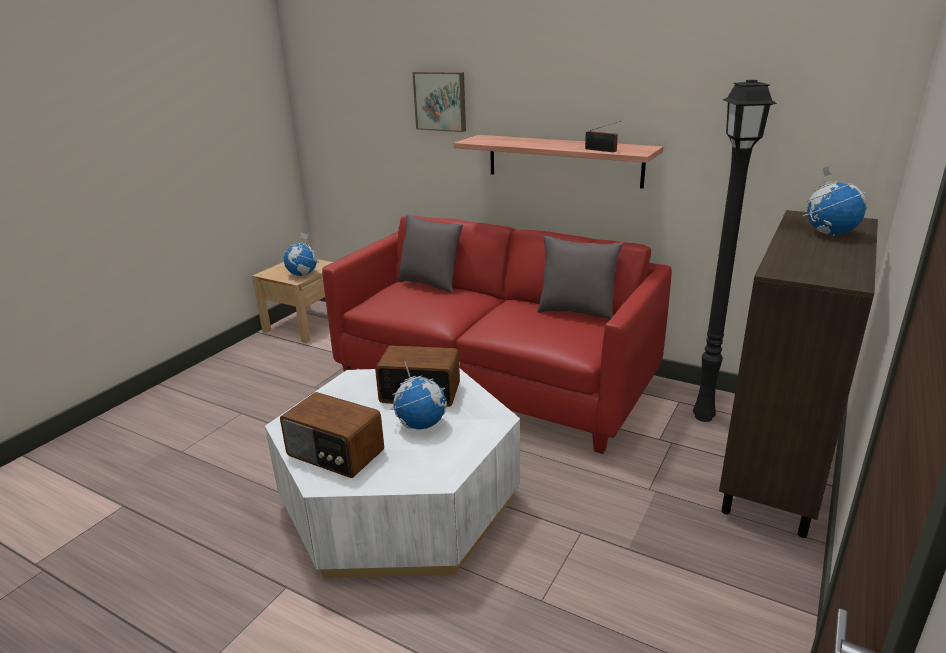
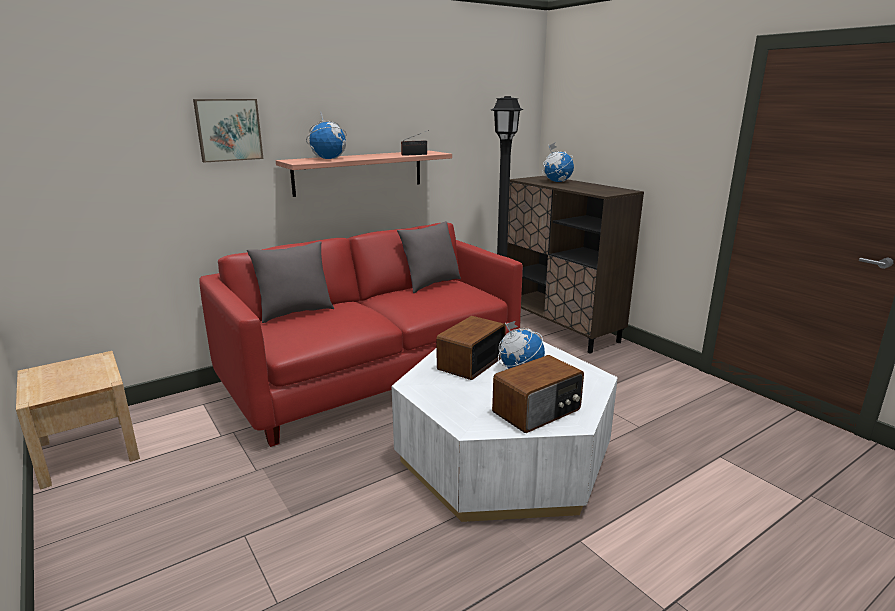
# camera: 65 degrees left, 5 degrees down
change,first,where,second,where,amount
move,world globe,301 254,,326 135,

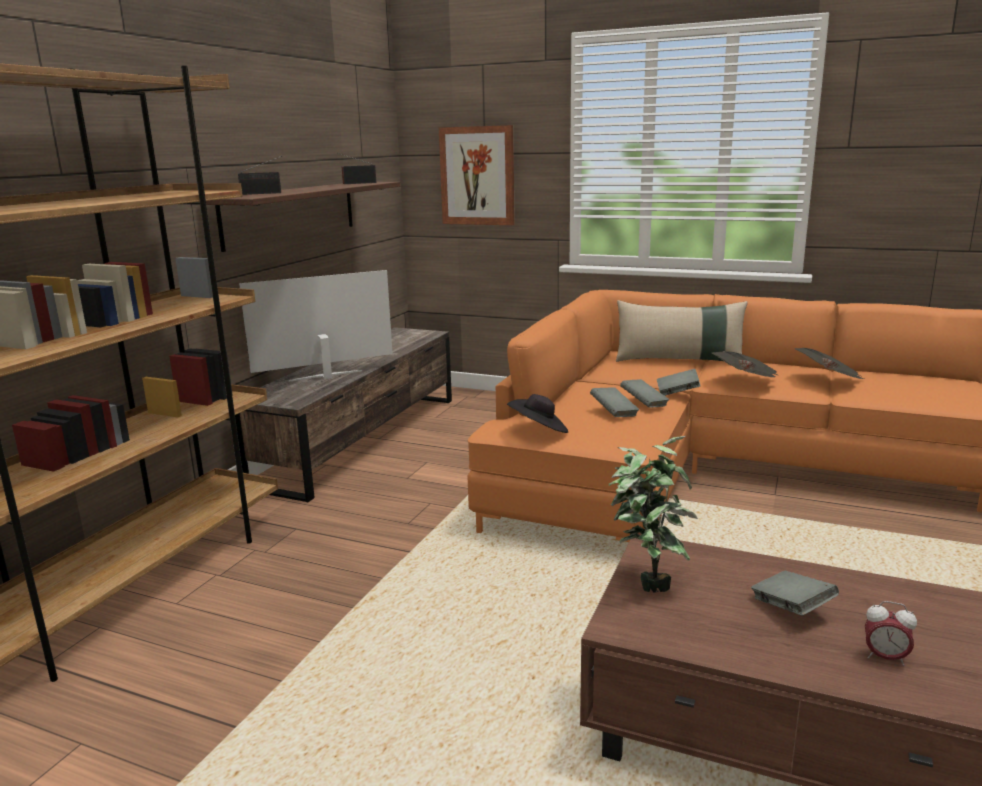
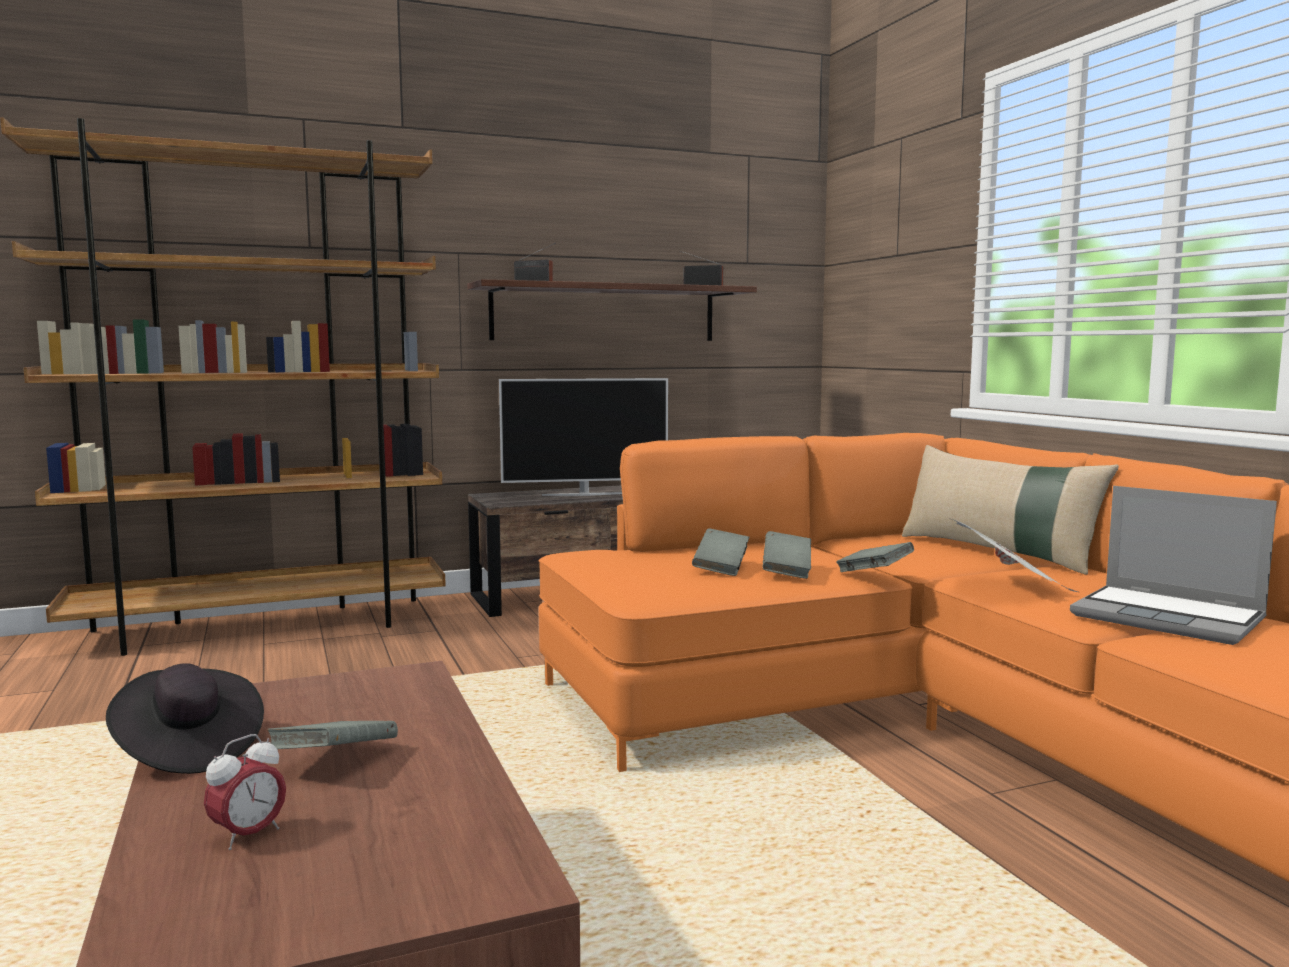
# camera: 45 degrees right, 10 degrees down
change,first,where,second,where,amount
delete,wall picture,477 175,,,
rotate,television,316 326,,583 437,150 degrees clockwise
replace,printed paper,829 363,notebook computer,1173 565,
move,black-coloured hat,537 413,,185 718,
delete,potted plant,653 514,,,
rotate,table clock,891 633,,245 792,120 degrees counterclockwise

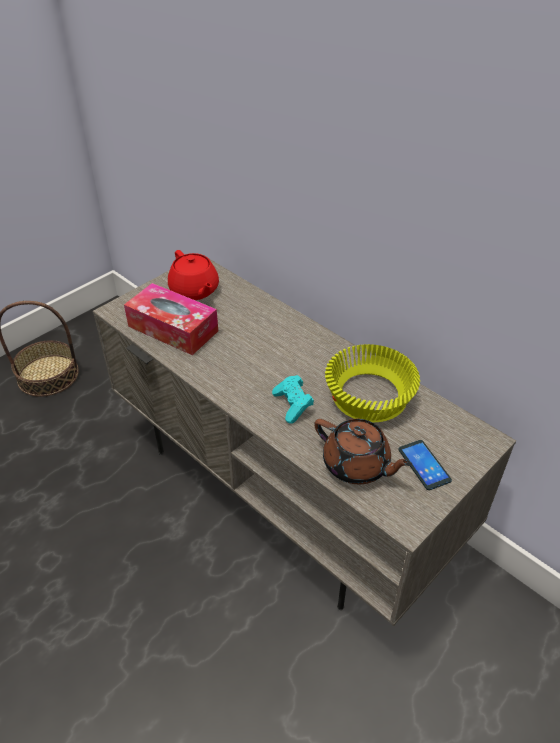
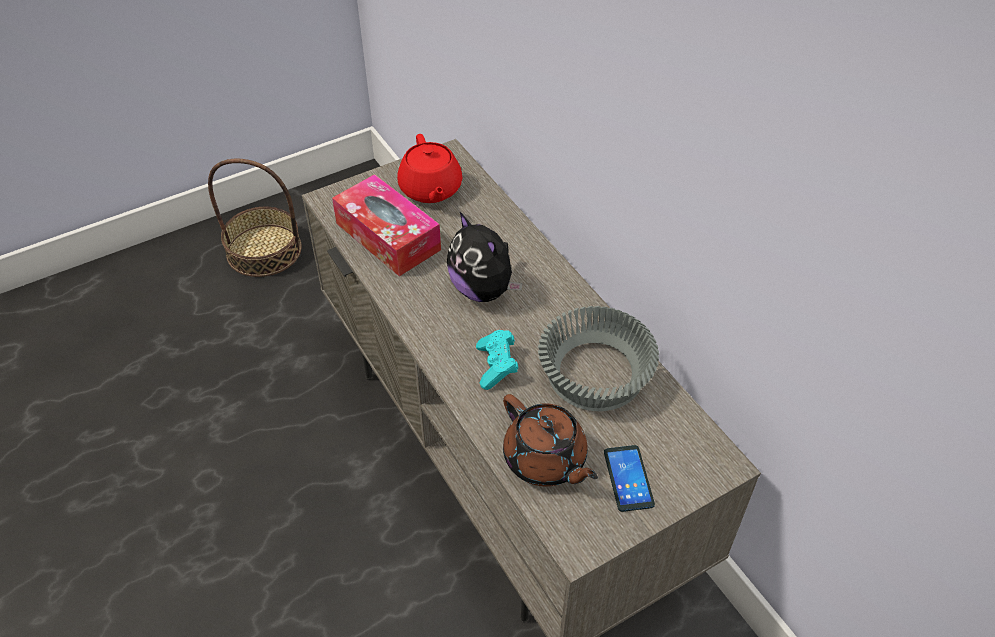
# camera: 15 degrees right, 5 degrees up
change,first,where,second,where,amount
recolor,yellowish serving bowl,372 383,grey serving bowl,598 358,
insert,,,plush toy,485 257,

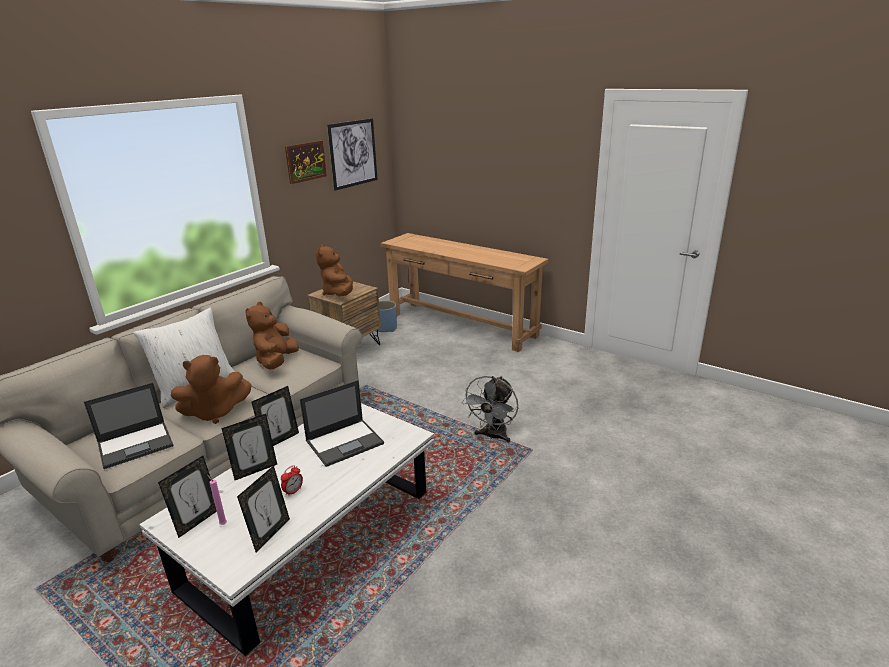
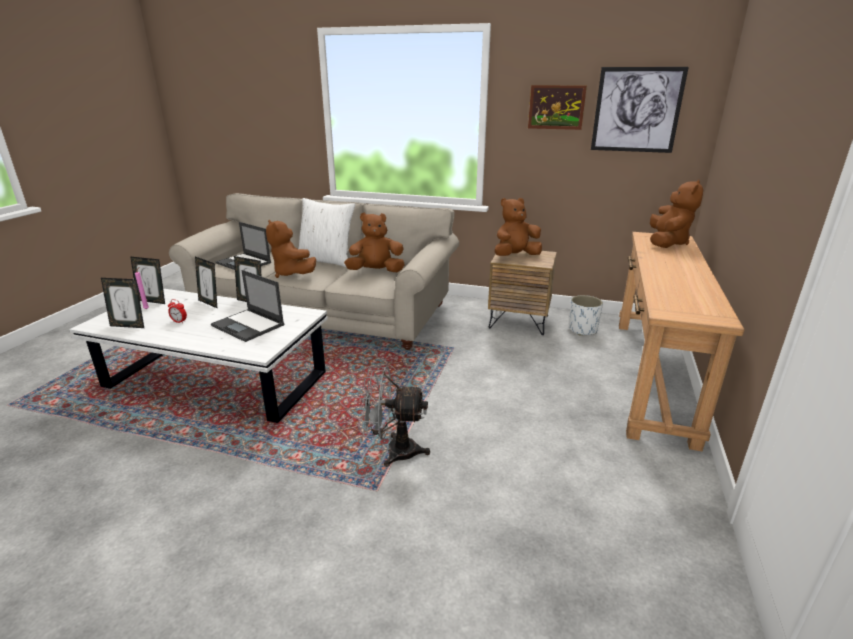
# camera: 70 degrees right, 0 degrees up
change,first,where,second,where,amount
recolor,bluish plant pot,386 316,white plant pot,586 315,
insert,,,brownish plush toy,676 214,

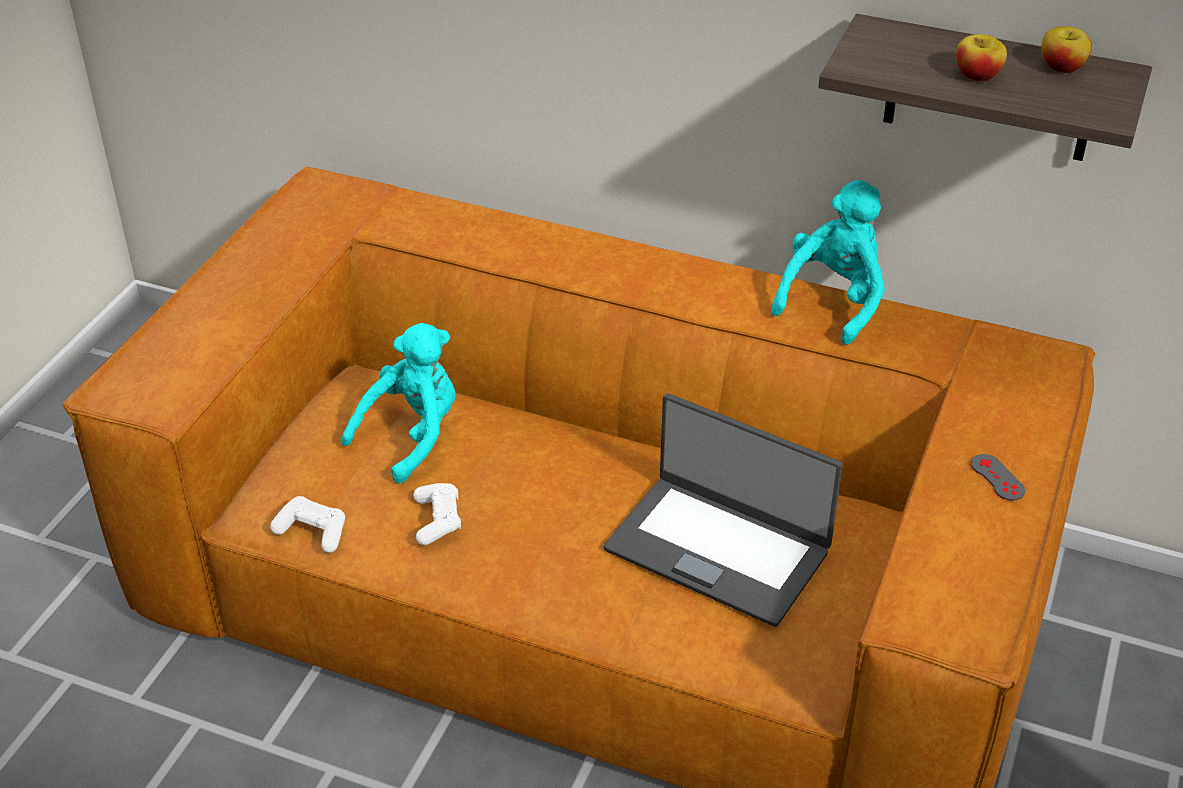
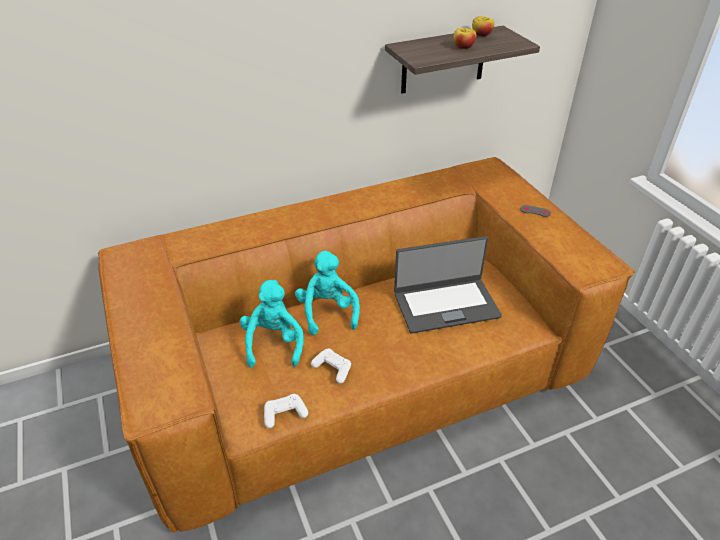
# camera: 45 degrees left, 0 degrees up
change,first,where,second,where,amount
move,turquoise-coloured plush toy,828 262,,327 293,

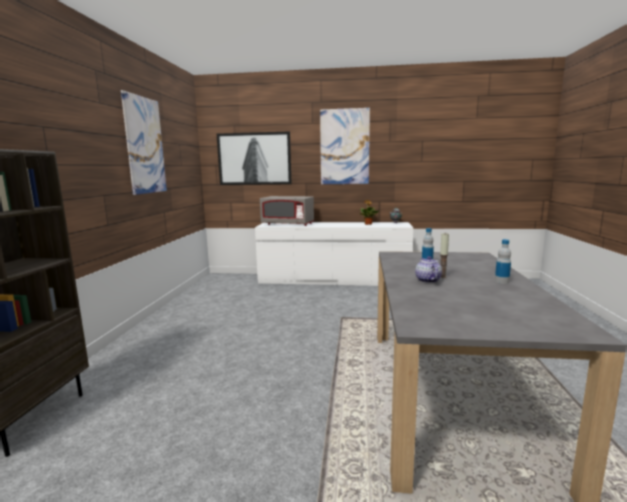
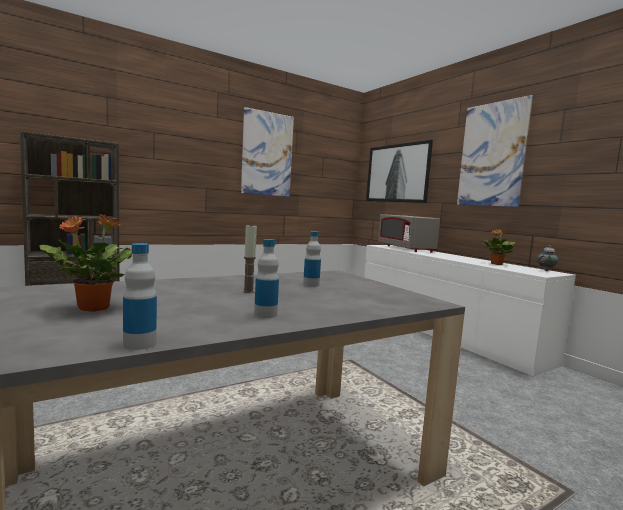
# camera: 50 degrees right, 5 degrees down
change,first,where,second,where,amount
delete,pot for tea,428 269,,,
insert,,,potted plant,85 263,
insert,,,drink bottle,140 296,

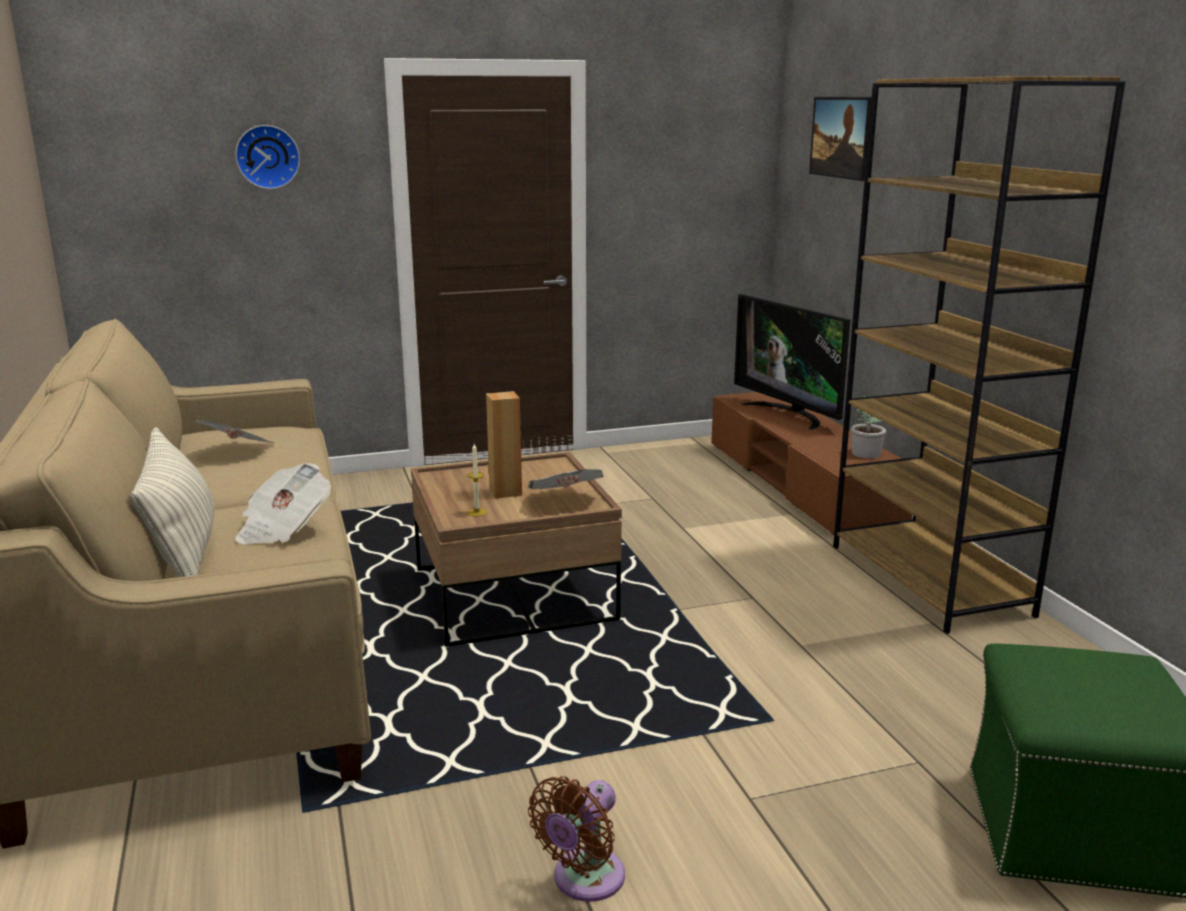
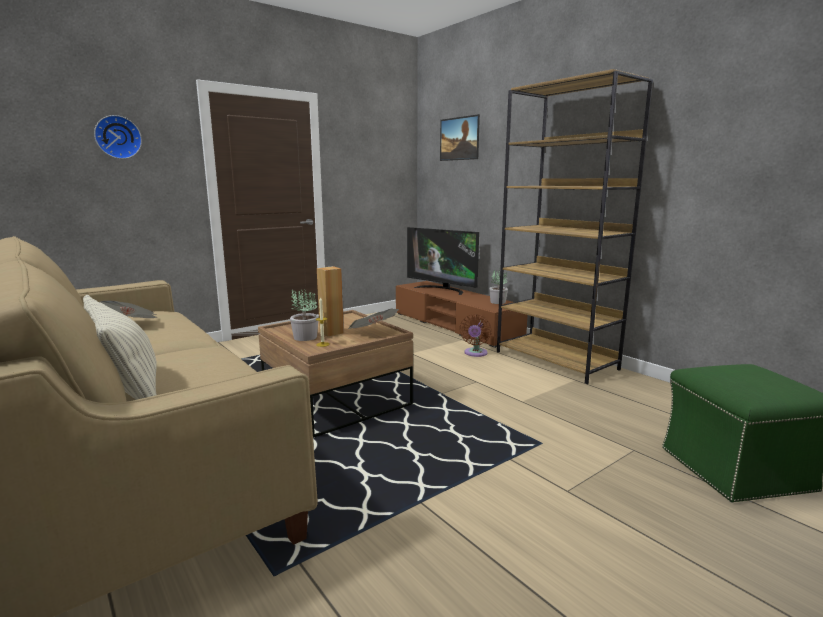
# camera: 20 degrees left, 5 degrees down
change,first,where,second,where,amount
delete,printed paper,283 503,,,
move,brownish cooling fan,576 839,,475 335,
insert,,,potted plant,304 315,

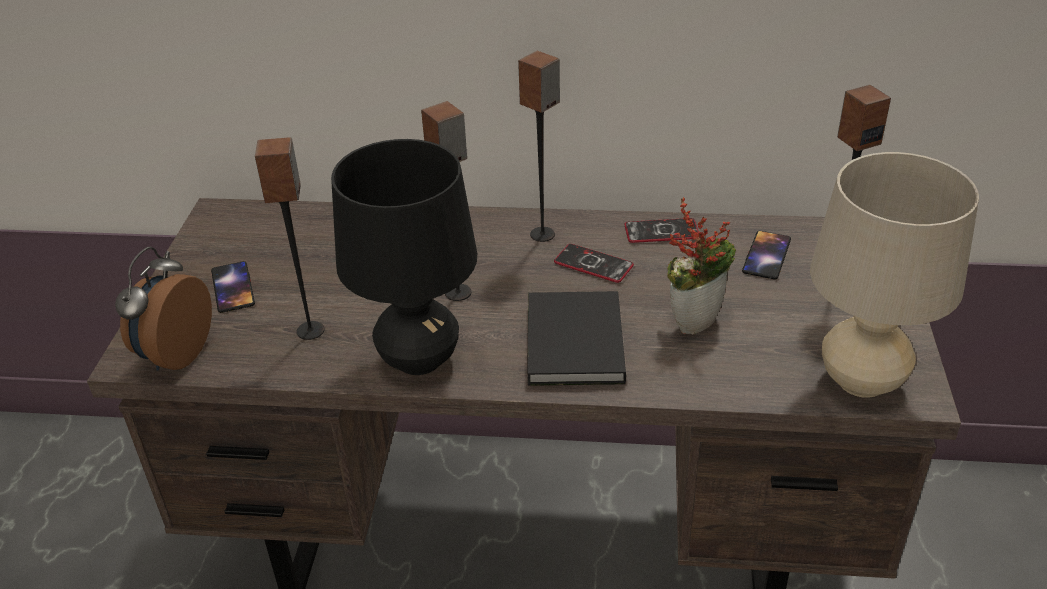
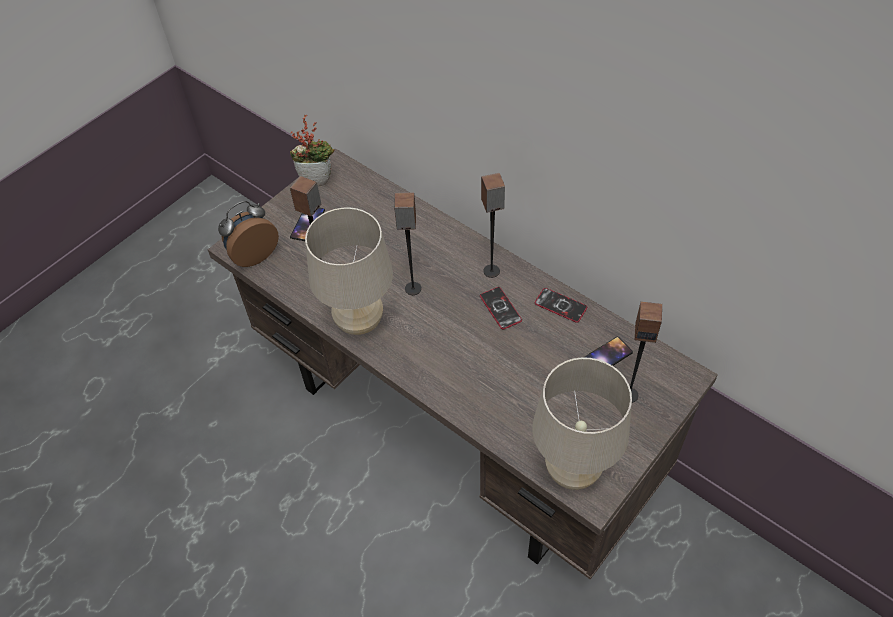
# camera: 35 degrees right, 15 degrees up
change,first,where,second,where,amount
recolor,black-coloured tabletop lamp,404 257,sand-coloured tabletop lamp,349 271,
move,potted plant,701 265,,312 150,
delete,black-coloured volume,576 338,,,

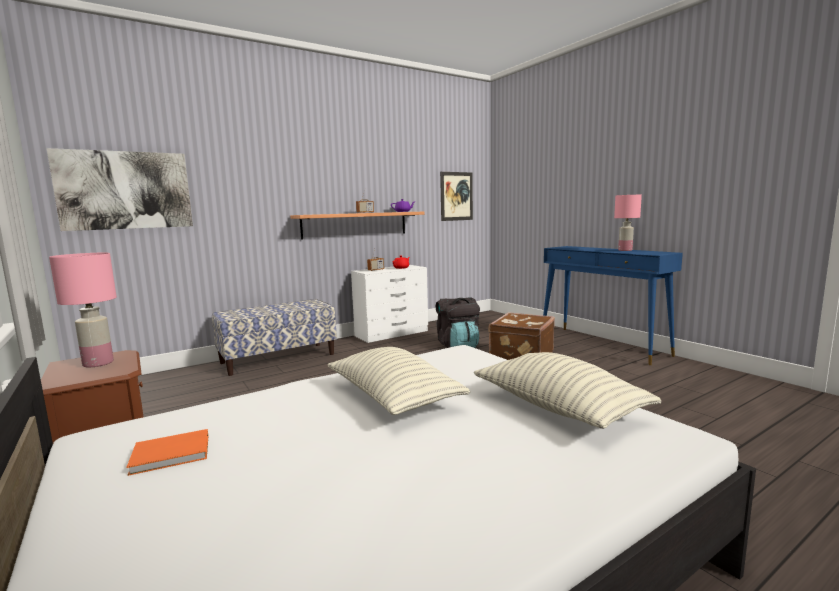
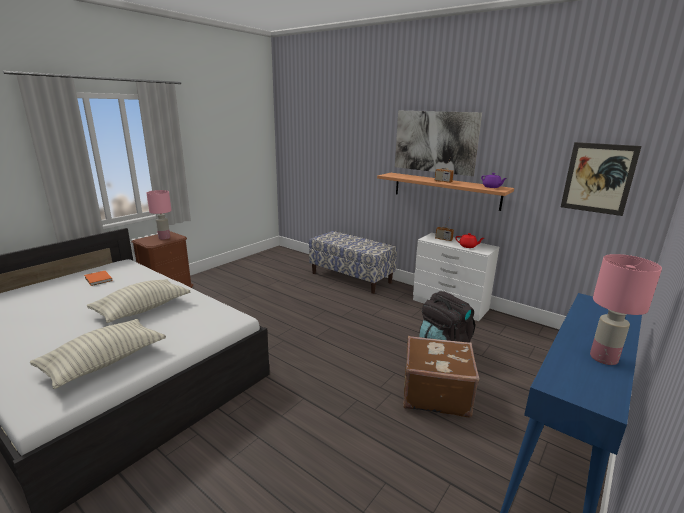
# camera: 70 degrees right, 10 degrees up
change,first,where,second,where,amount
move,wall picture,119 189,,438 143,

